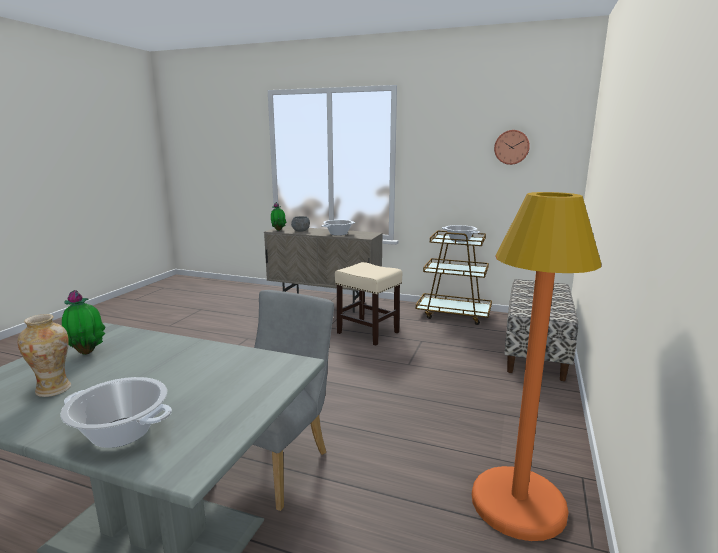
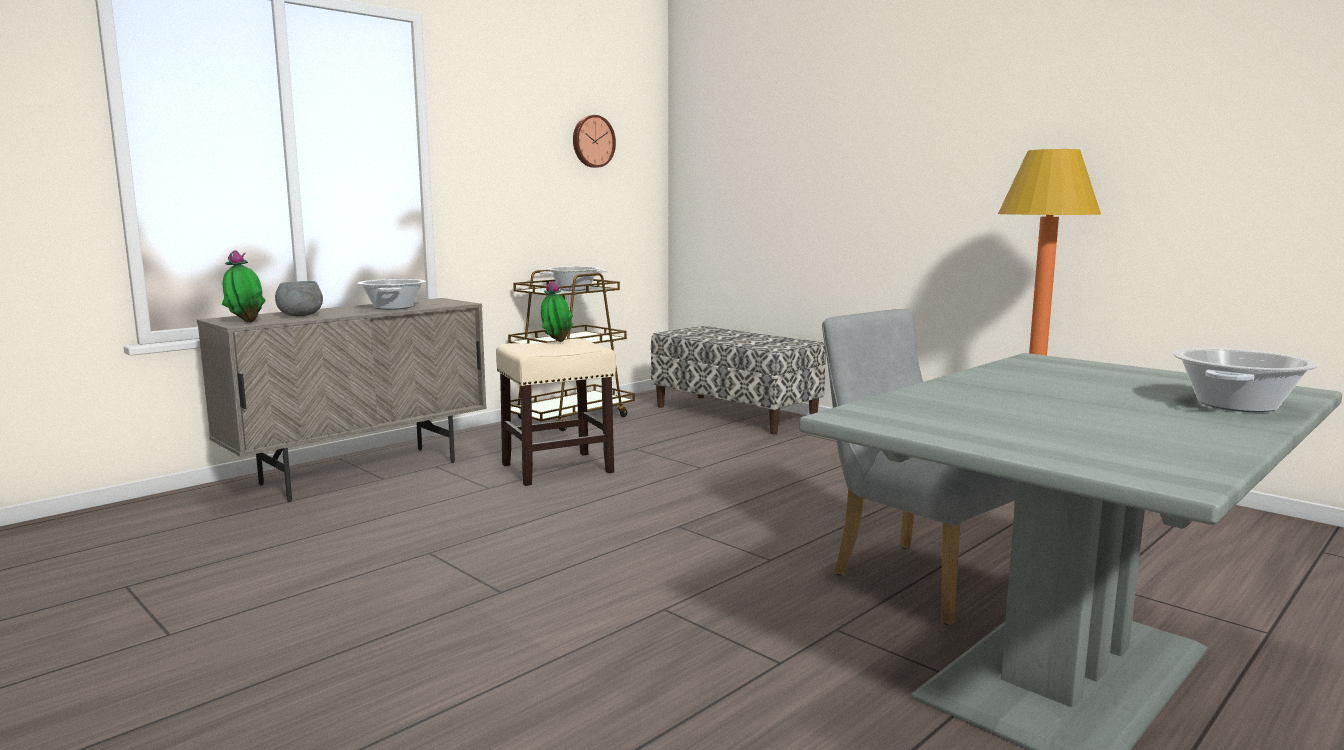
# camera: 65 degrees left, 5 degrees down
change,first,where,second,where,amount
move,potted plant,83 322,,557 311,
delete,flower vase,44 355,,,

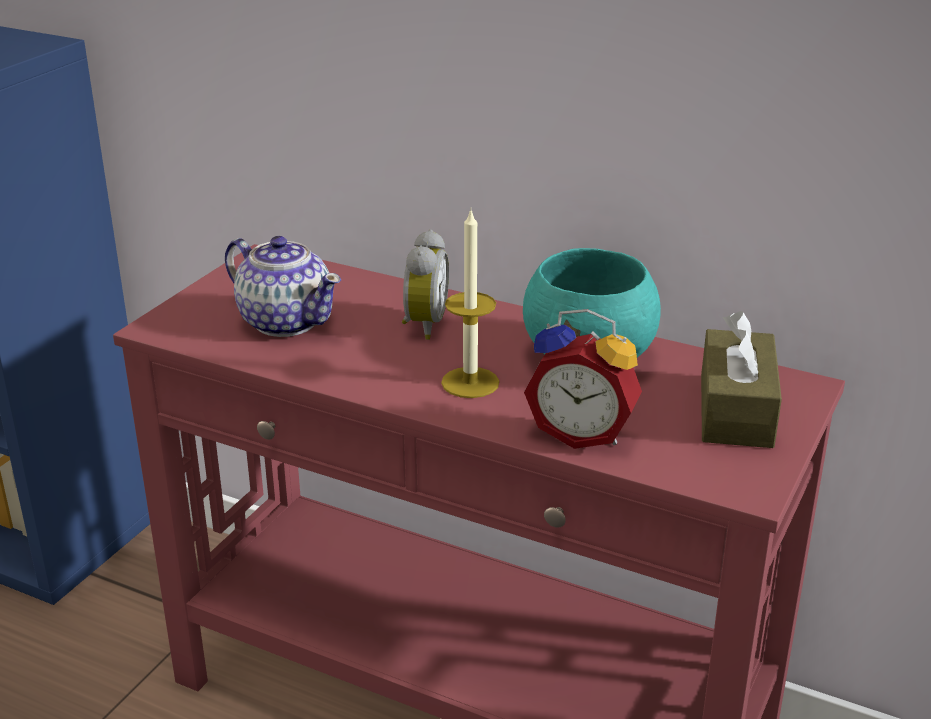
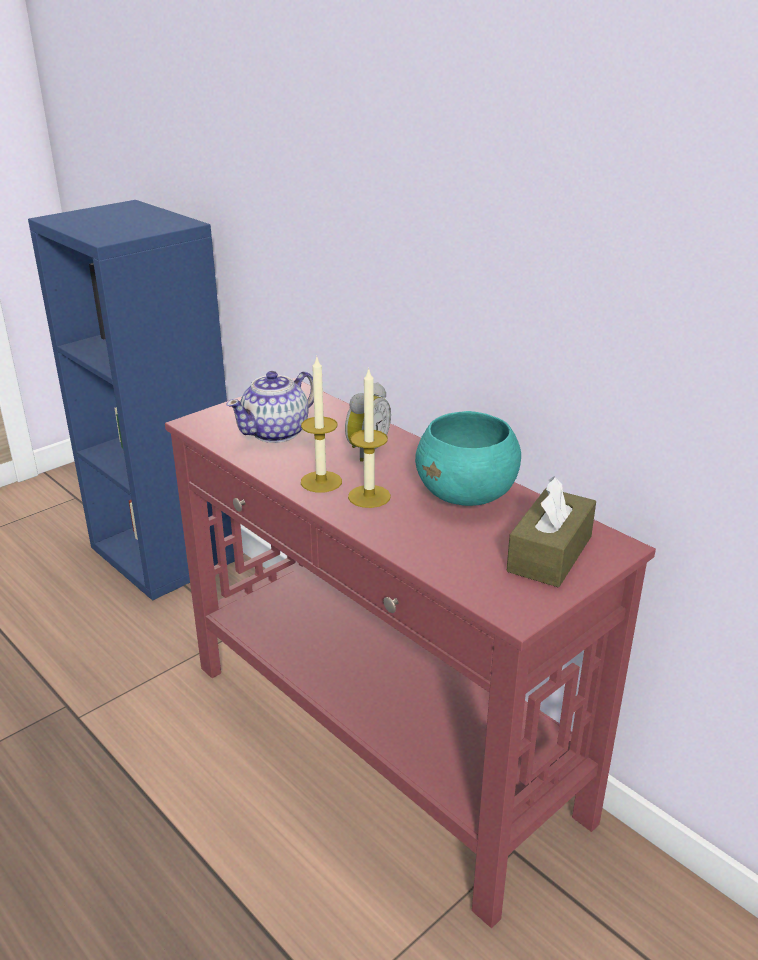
# camera: 20 degrees right, 0 degrees up
change,first,where,second,where,amount
rotate,pot for tea,283 286,,270 407,75 degrees clockwise
delete,table clock,583 379,,,
insert,,,wax candle,321 424,

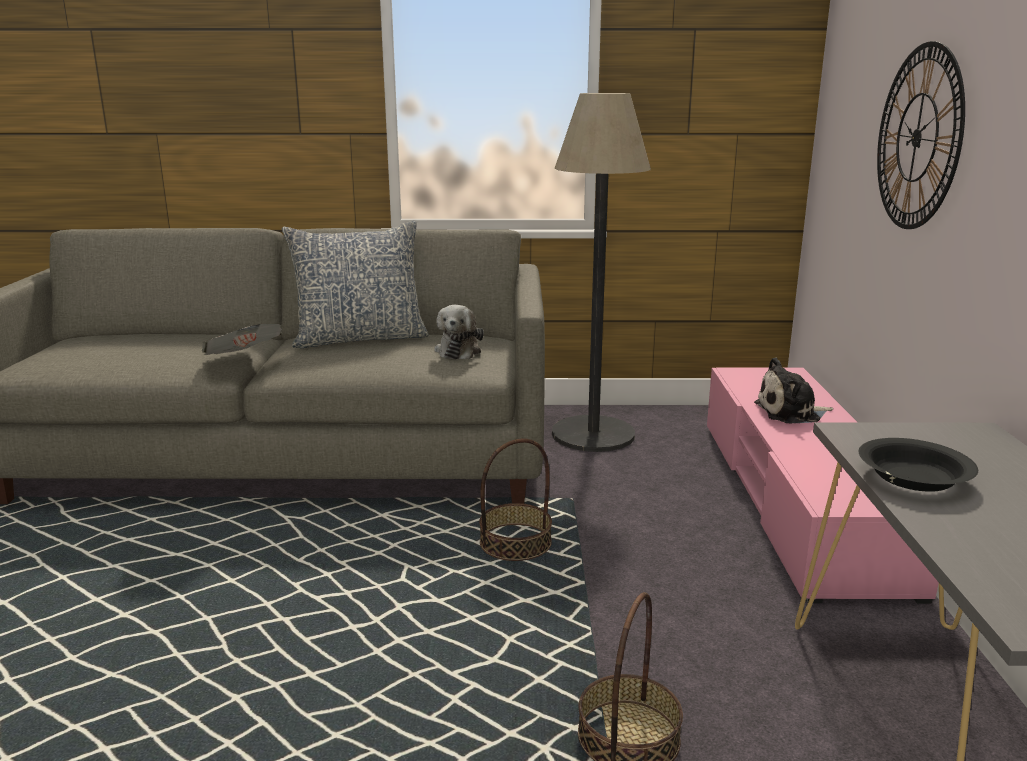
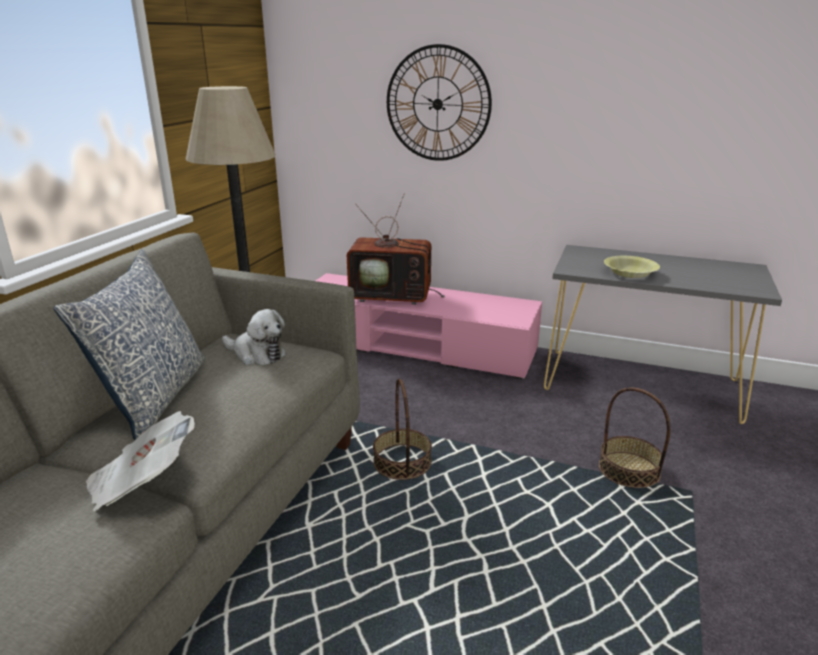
# camera: 70 degrees left, 5 degrees up
change,first,where,second,where,amount
replace,plush toy,793 390,television,396 249,
recolor,black-coloured serving bowl,918 465,yellowish serving bowl,632 267,

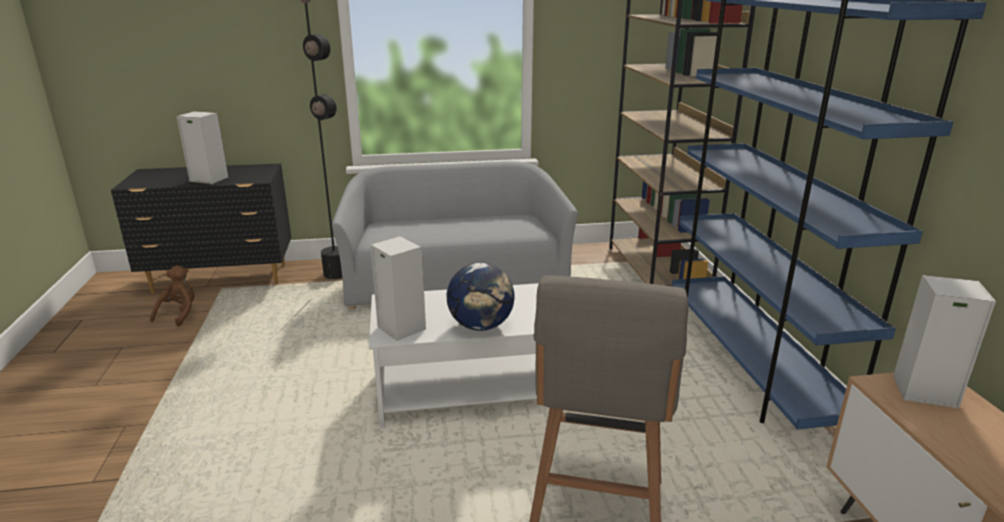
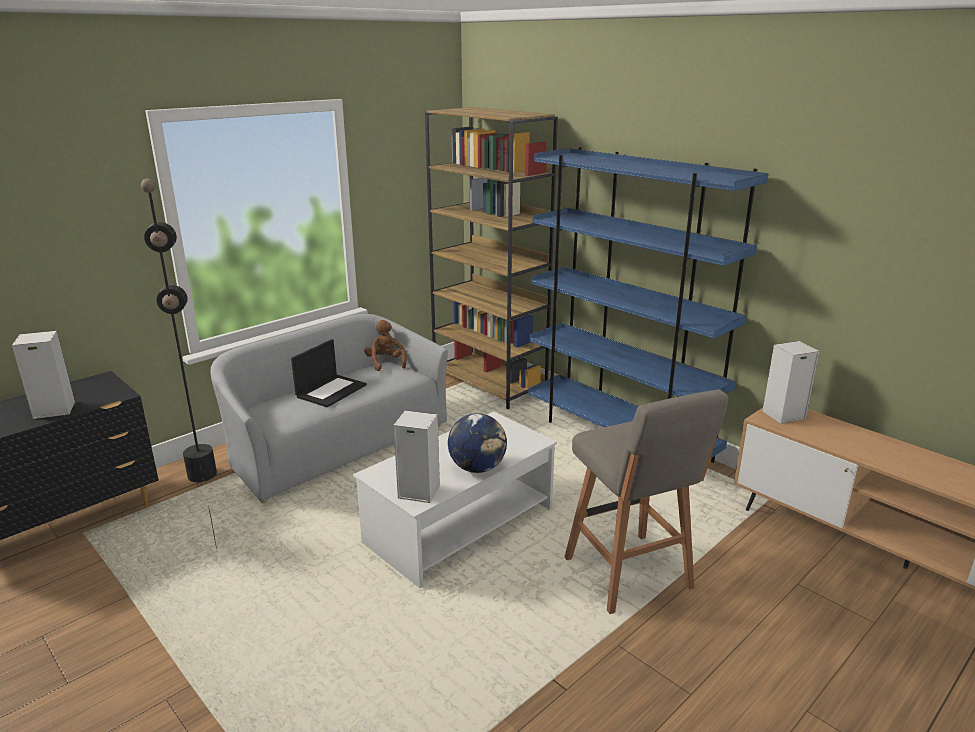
# camera: 35 degrees left, 0 degrees up
change,first,where,second,where,amount
move,brownish plush toy,172 295,,385 345,
insert,,,notebook computer,329 373,

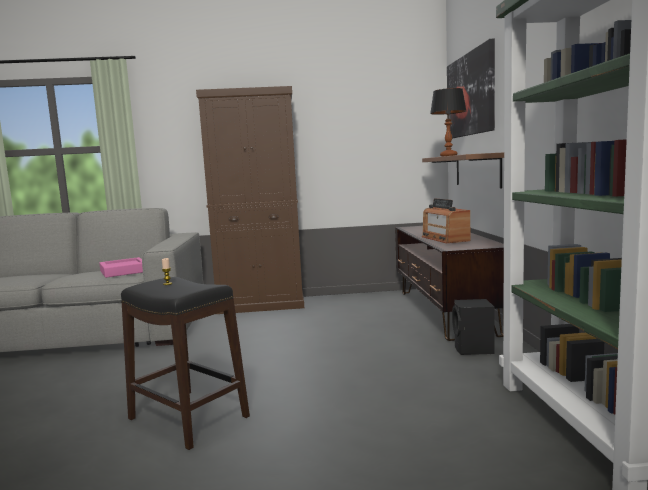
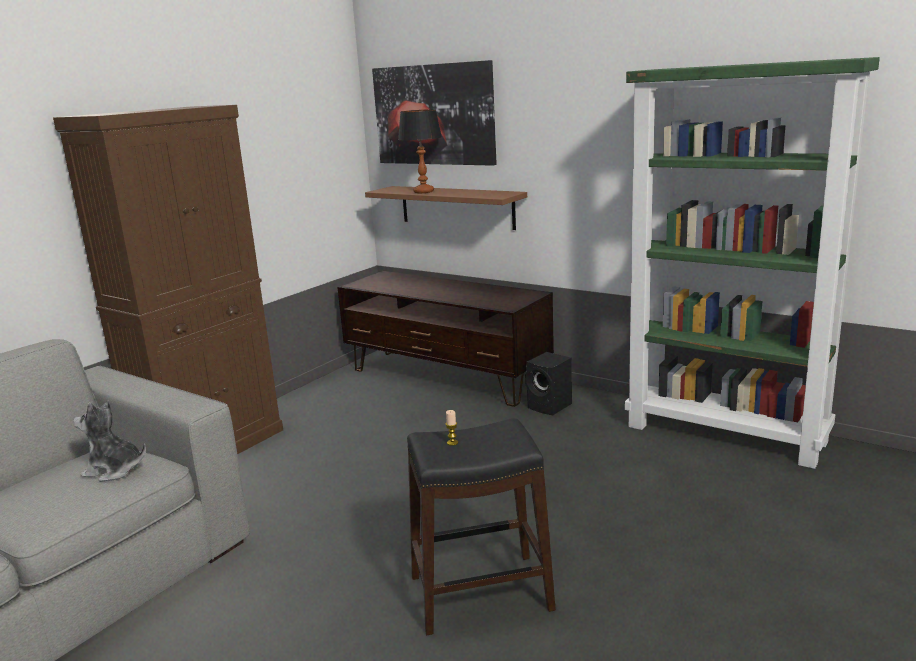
# camera: 50 degrees left, 10 degrees up
change,first,where,second,where,amount
delete,radio,446 220,,,
replace,pinkish carrying tray,121 267,plush toy,109 441,

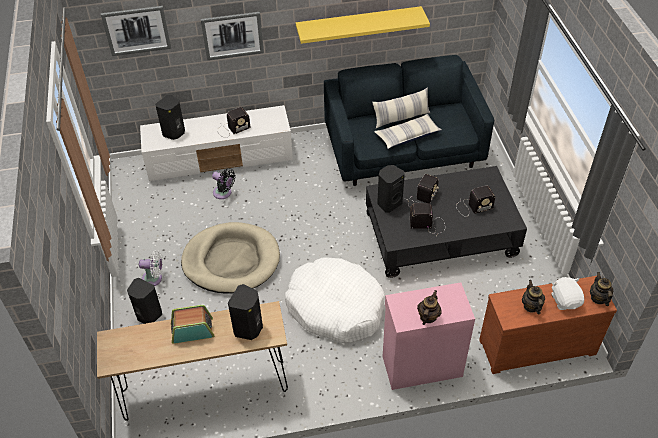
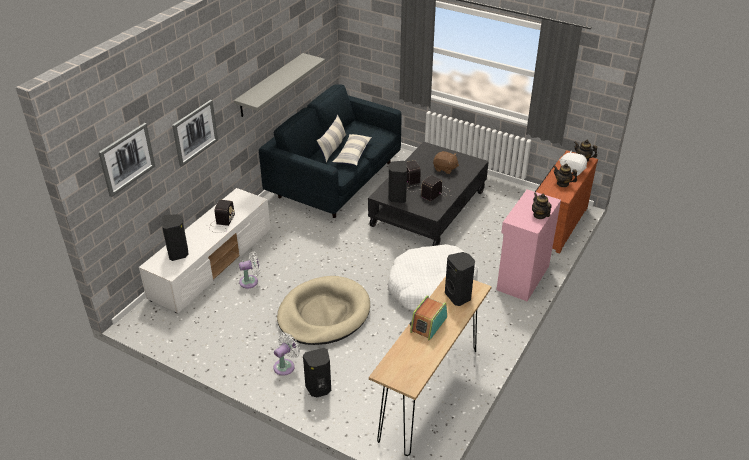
# camera: 50 degrees left, 10 degrees down
change,first,where,second,where,amount
recolor,yellowish shelf,363 25,grey shelf,279 85,
recolor,black-coloured cooling fan,223 183,white cooling fan,249 269,
replace,radio,475 201,brownish plush toy,446 162,

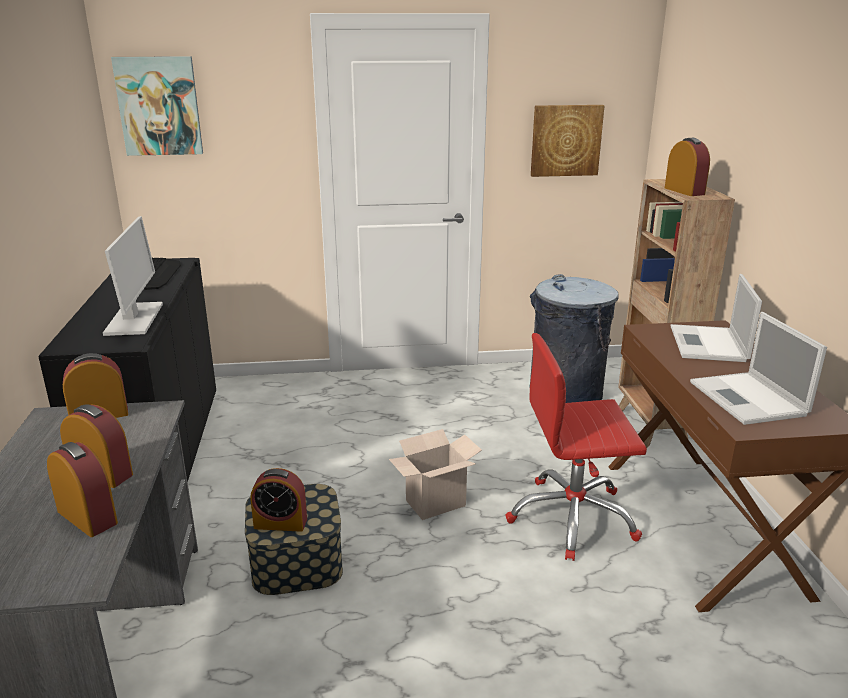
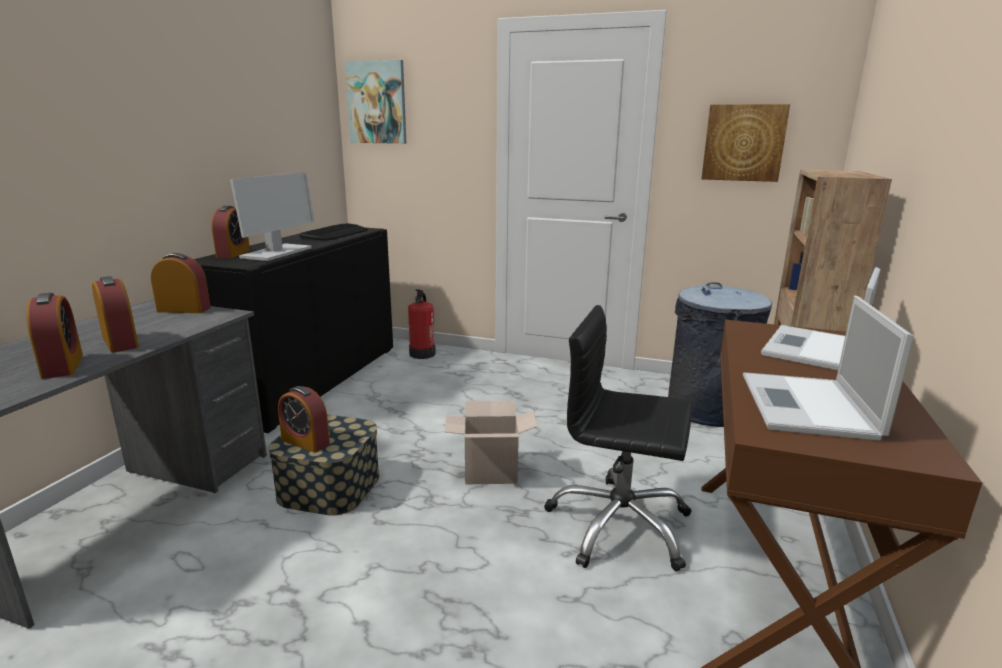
# camera: 25 degrees right, 5 degrees down
change,first,where,second,where,amount
move,table clock,687 167,,230 232,
recolor,reddish office chair,576 447,black-coloured office chair,618 438,
insert,,,fire-fighting cylinder,422 324,

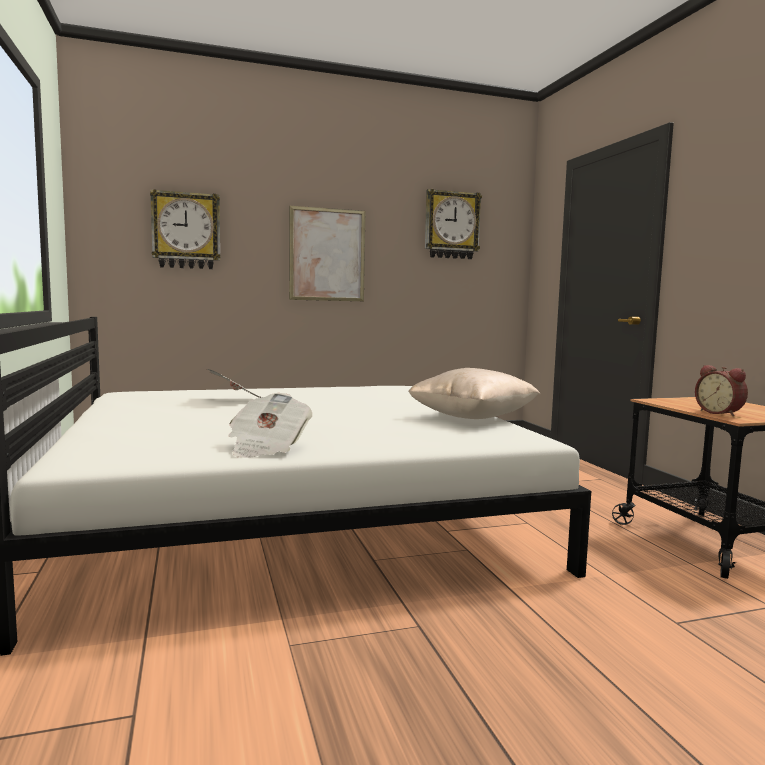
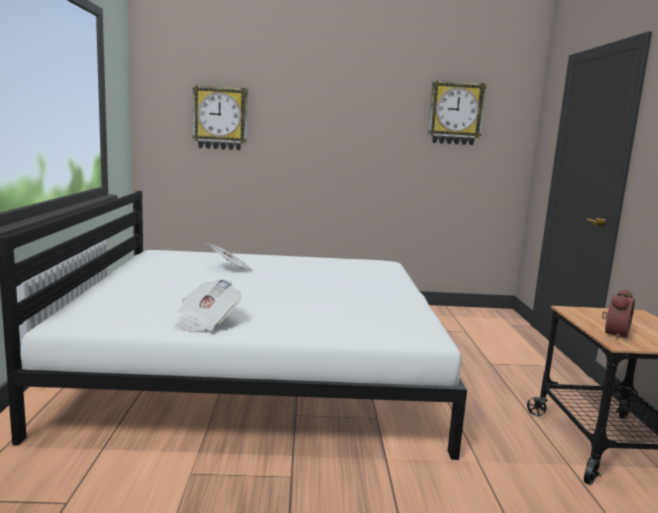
# camera: 15 degrees right, 5 degrees up
change,first,where,second,where,amount
delete,wall picture,327 253,,,
rotate,table clock,721 390,,618 314,135 degrees counterclockwise
delete,sand-coloured throw pillow,474 393,,,

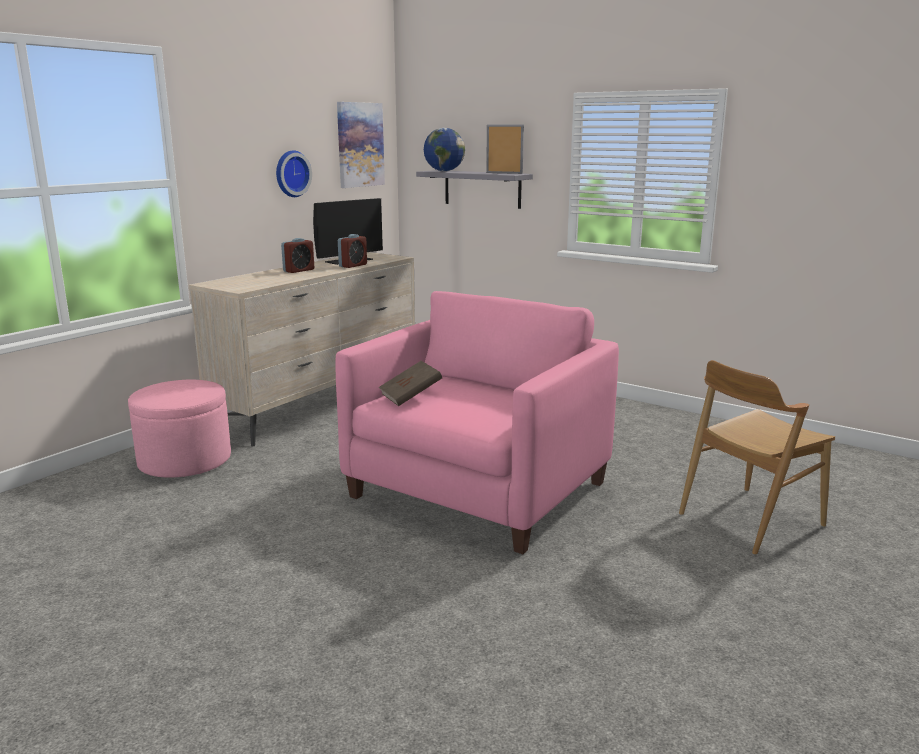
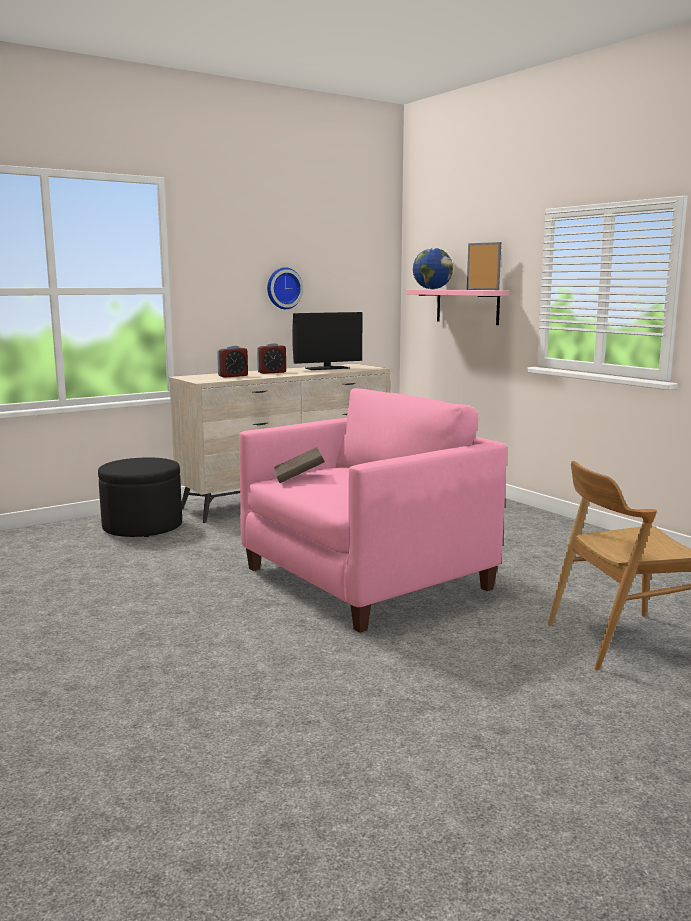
# camera: 20 degrees right, 5 degrees down
change,first,where,second,where,amount
delete,wall picture,361 145,,,
recolor,grey shelf,474 189,pinkish shelf,458 307,
move,table clock,352 251,,232 361,
recolor,pinkish ottoman,179 429,black-coloured ottoman,140 497,

